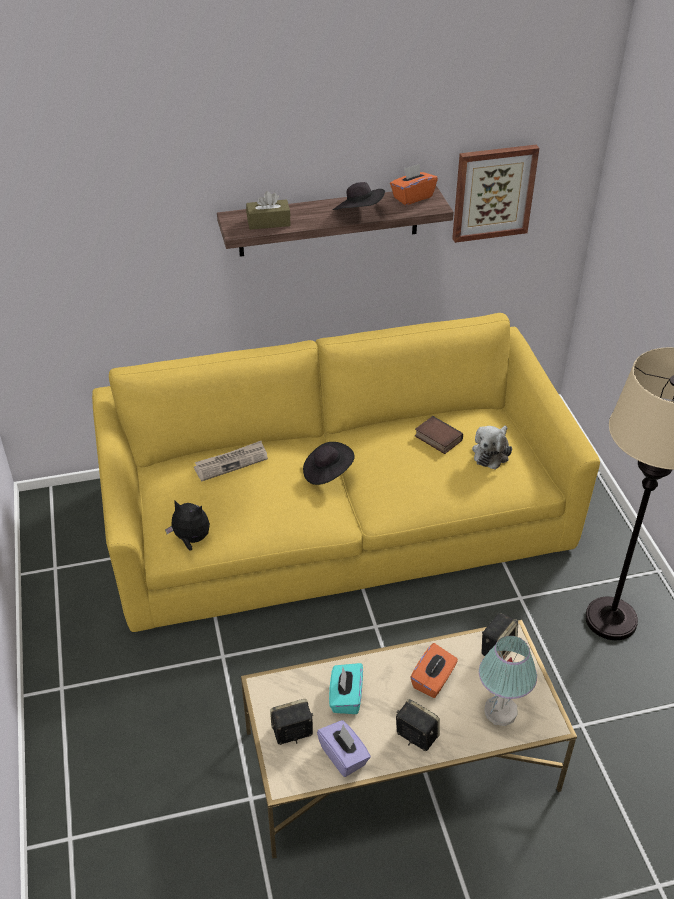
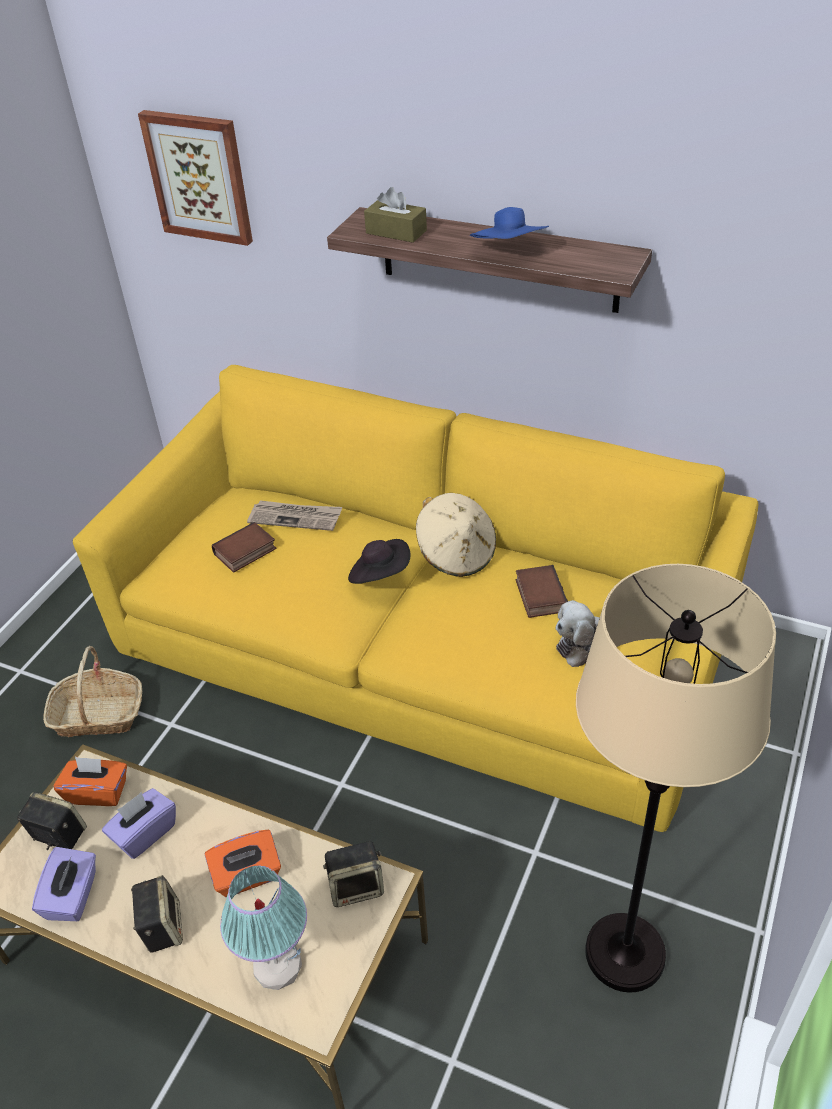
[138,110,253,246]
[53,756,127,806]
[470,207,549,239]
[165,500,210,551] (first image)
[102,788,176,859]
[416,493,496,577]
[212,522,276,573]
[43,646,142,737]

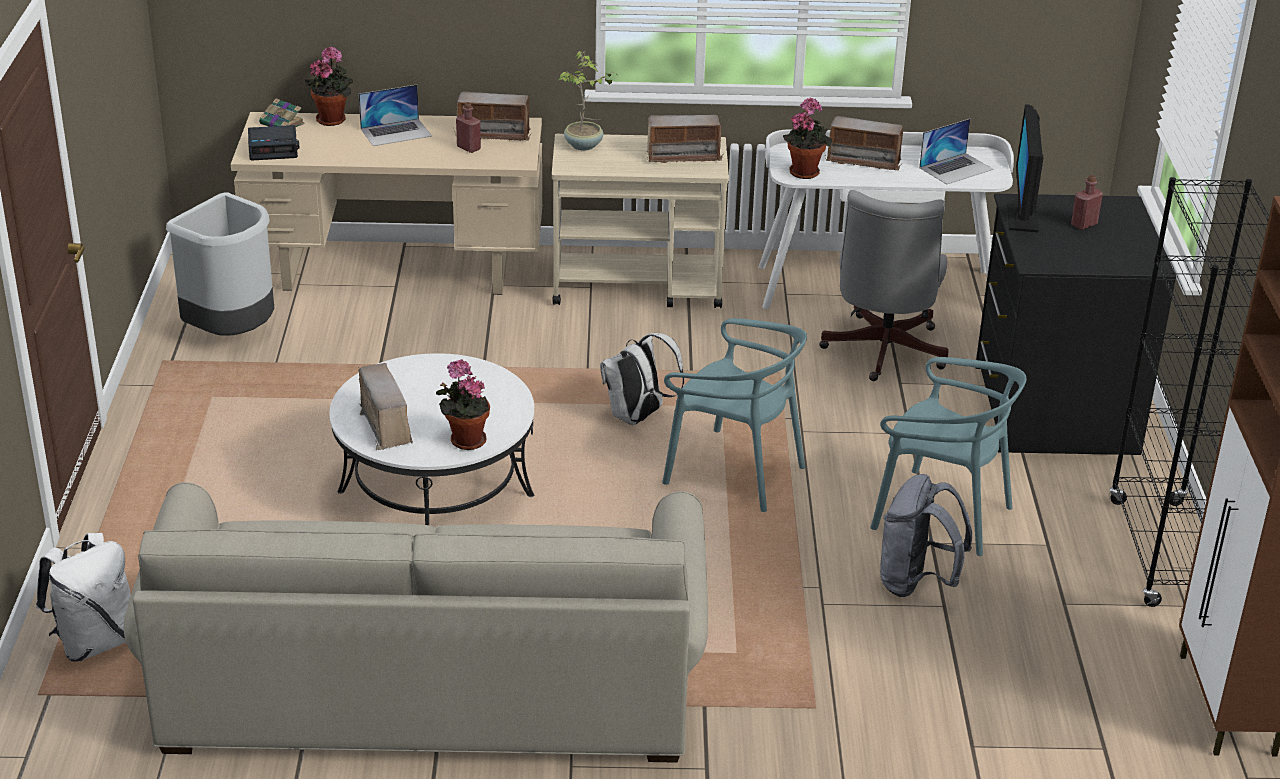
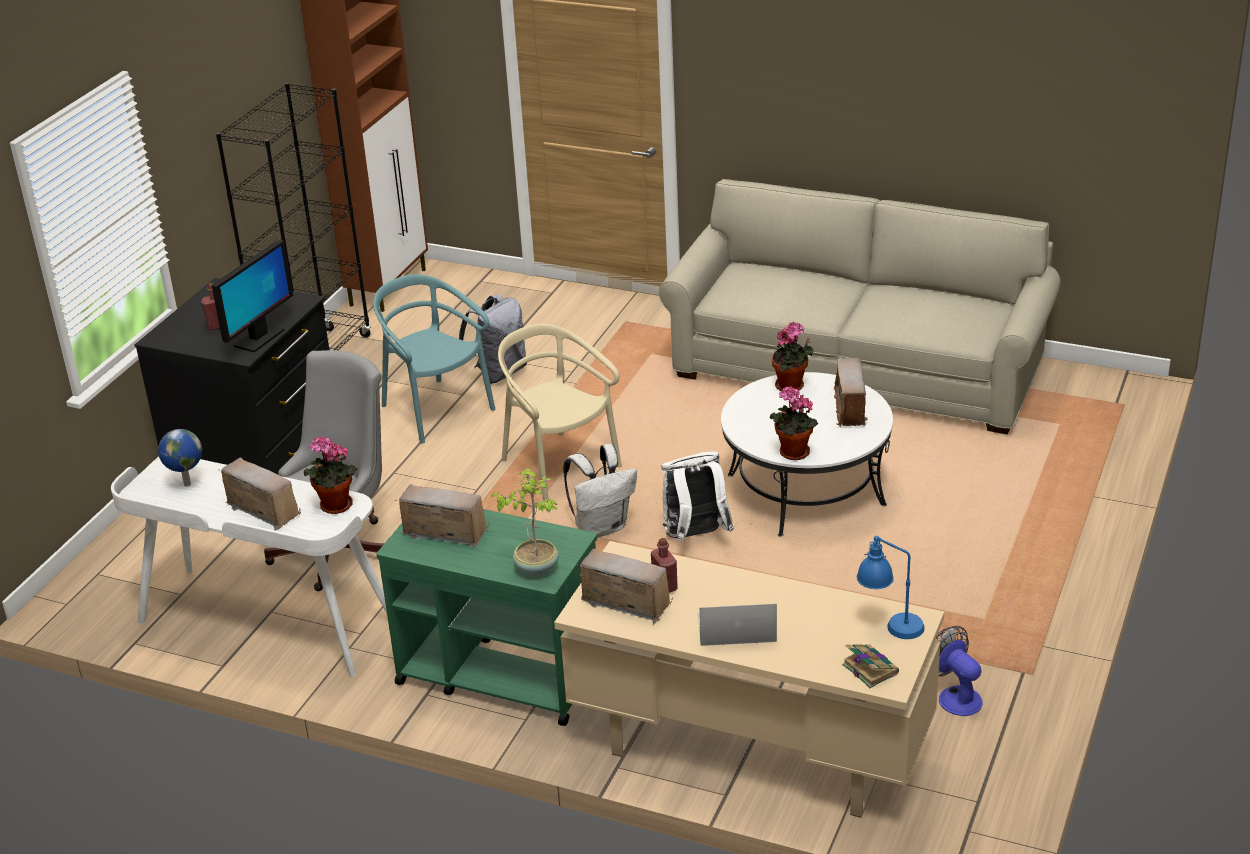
[770,386,819,460]
[158,429,202,487]
[857,536,925,639]
[376,509,597,726]
[936,626,983,716]
[498,324,622,501]
[661,451,734,542]

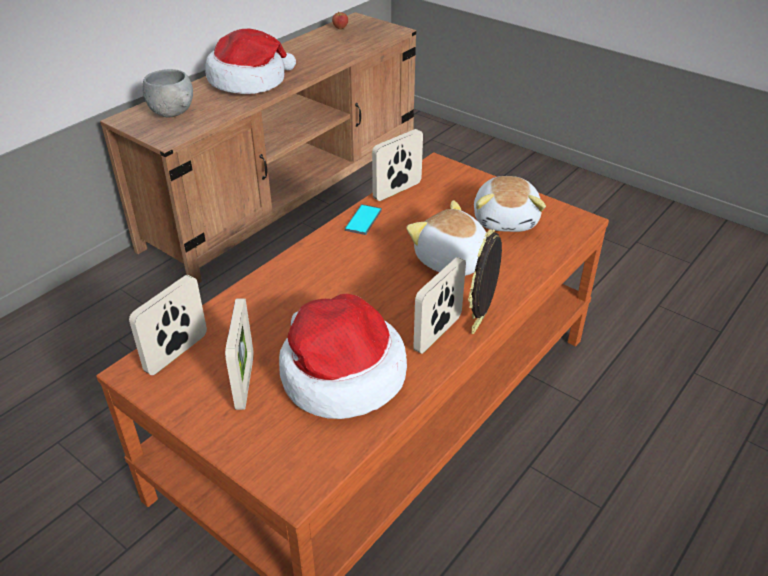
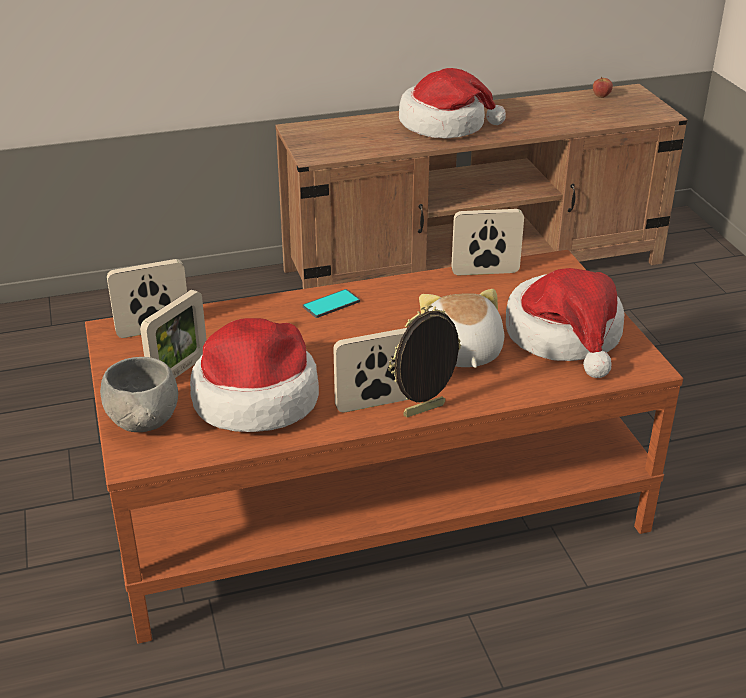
[100,357,178,432]
[506,268,625,378]
[303,289,360,318]

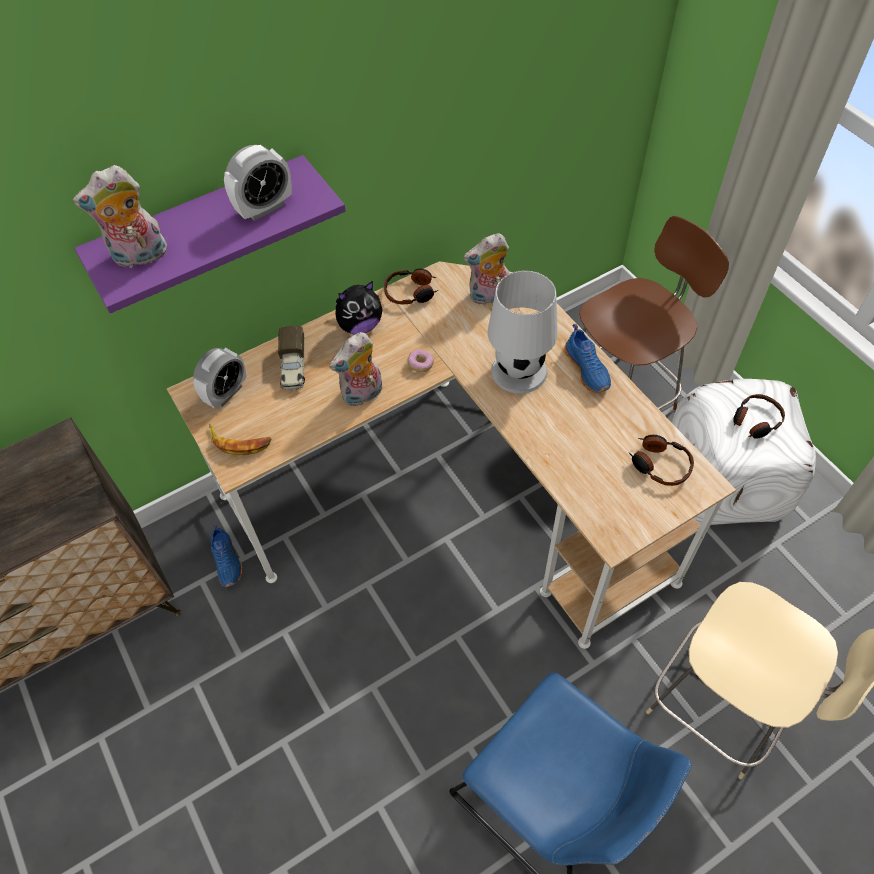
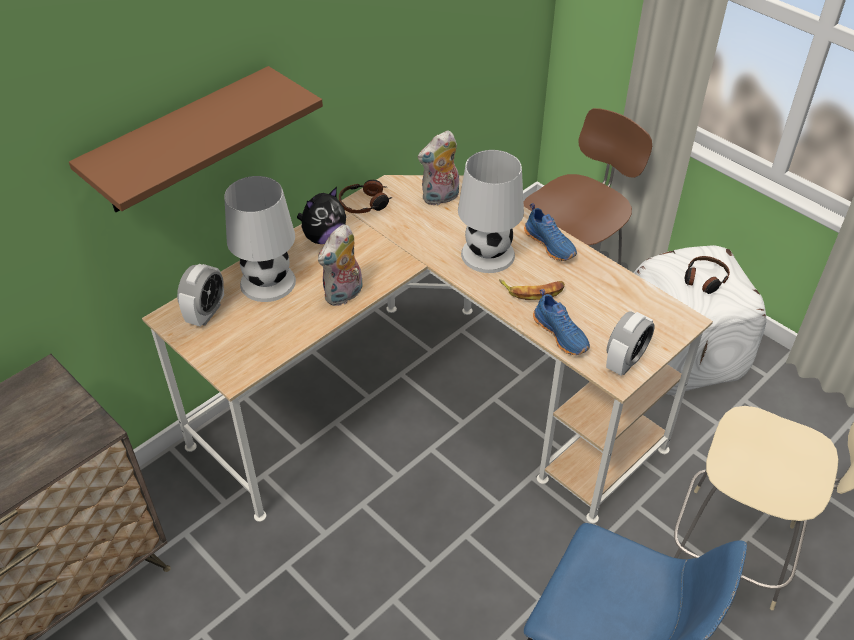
[606,312,655,376]
[69,66,323,212]
[73,165,167,269] (first image)
[224,176,296,302]
[407,350,434,372] (first image)
[499,279,565,300]
[629,435,694,486] (first image)
[533,289,590,355]

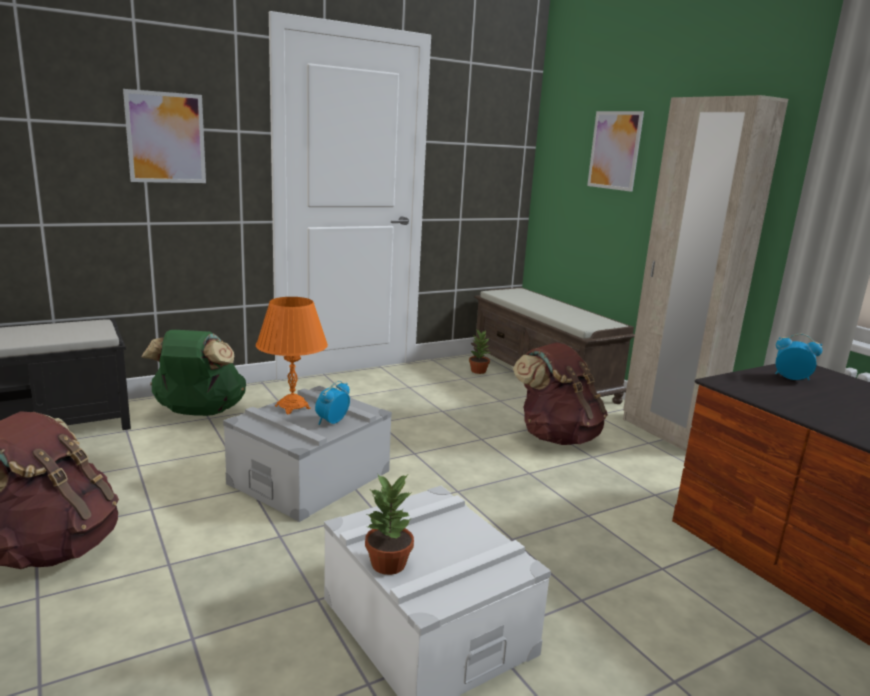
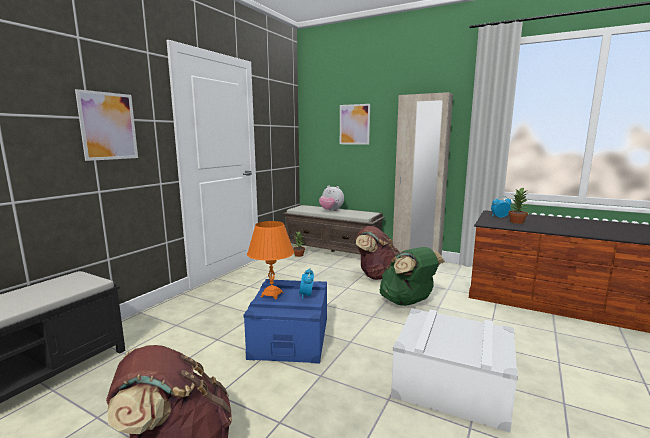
[380,247,445,306]
[244,279,327,364]
[508,188,529,224]
[319,185,344,211]

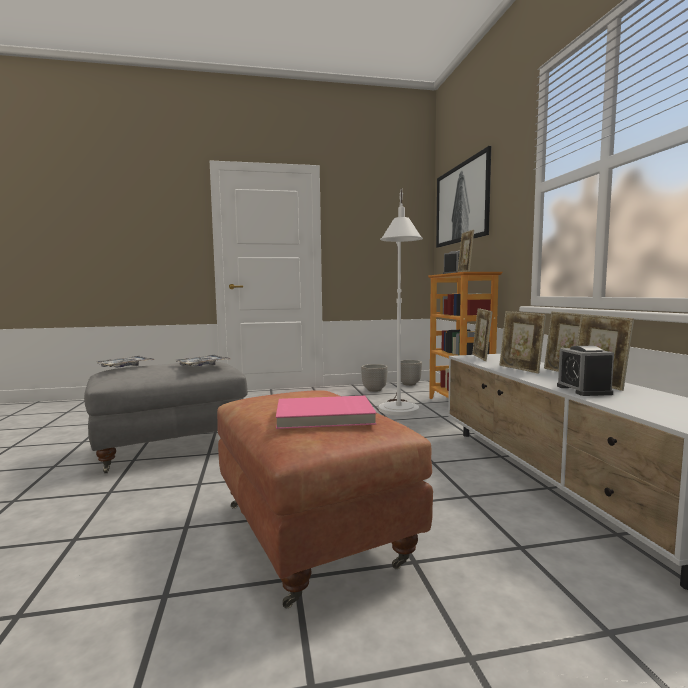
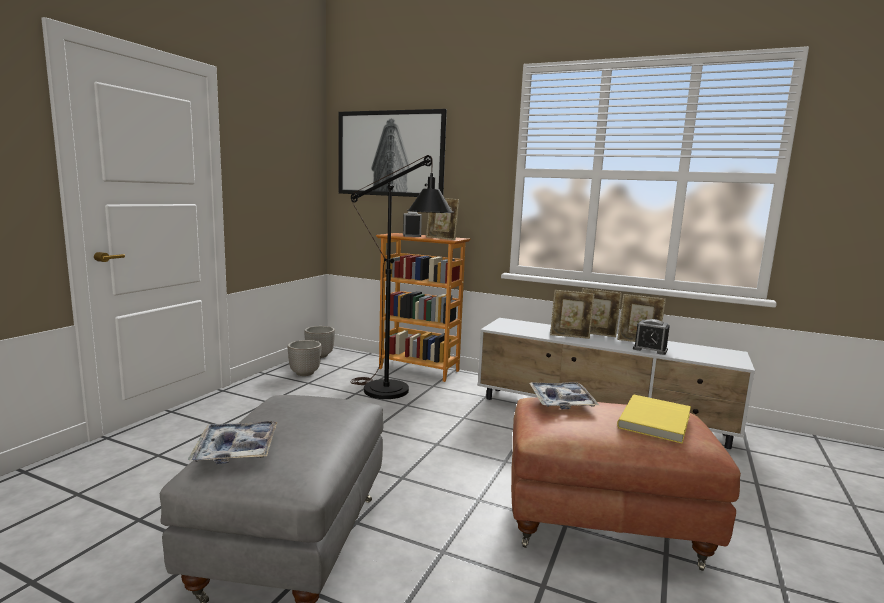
[351,155,454,399]
[472,308,493,361] (first image)
[529,382,599,410]
[617,395,691,444]

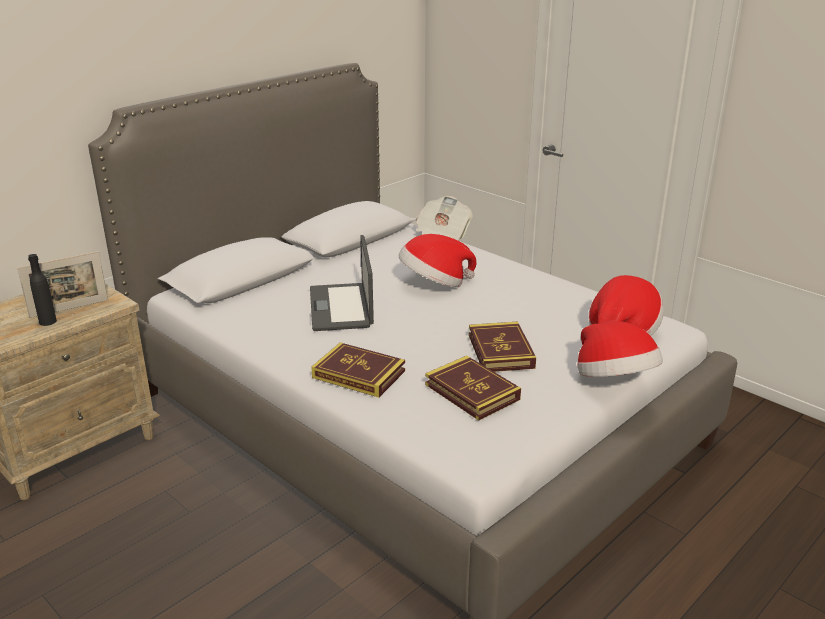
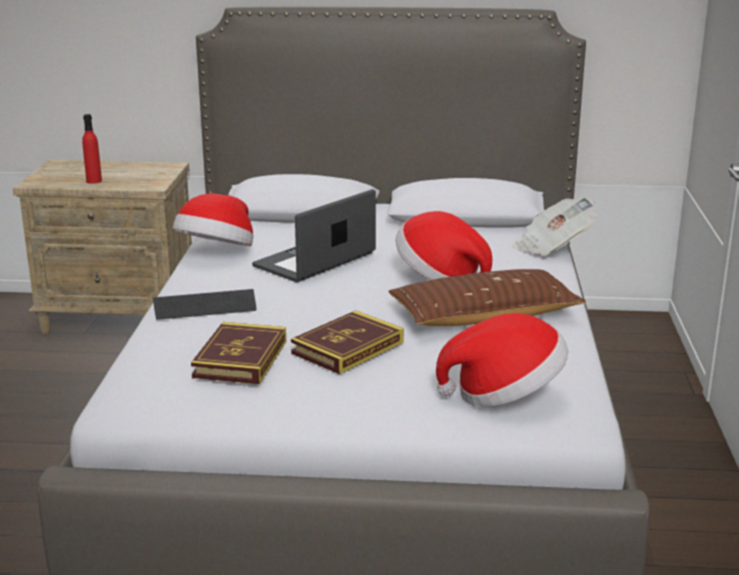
[17,251,108,318] (first image)
[82,114,102,184]
[172,193,254,246]
[153,289,256,320]
[388,269,586,326]

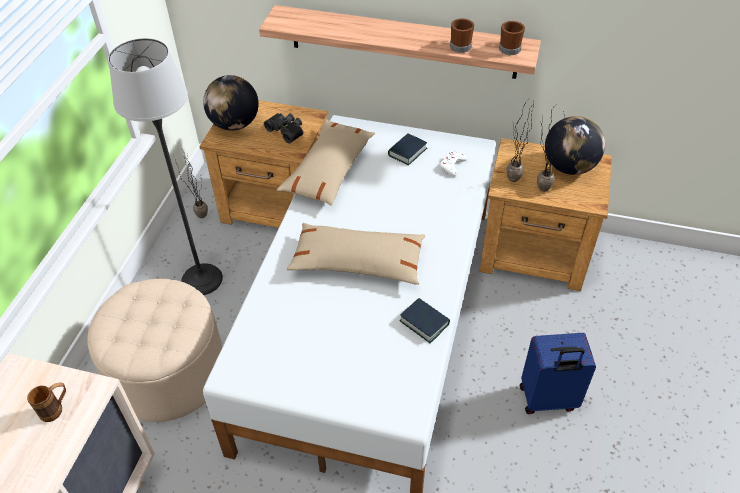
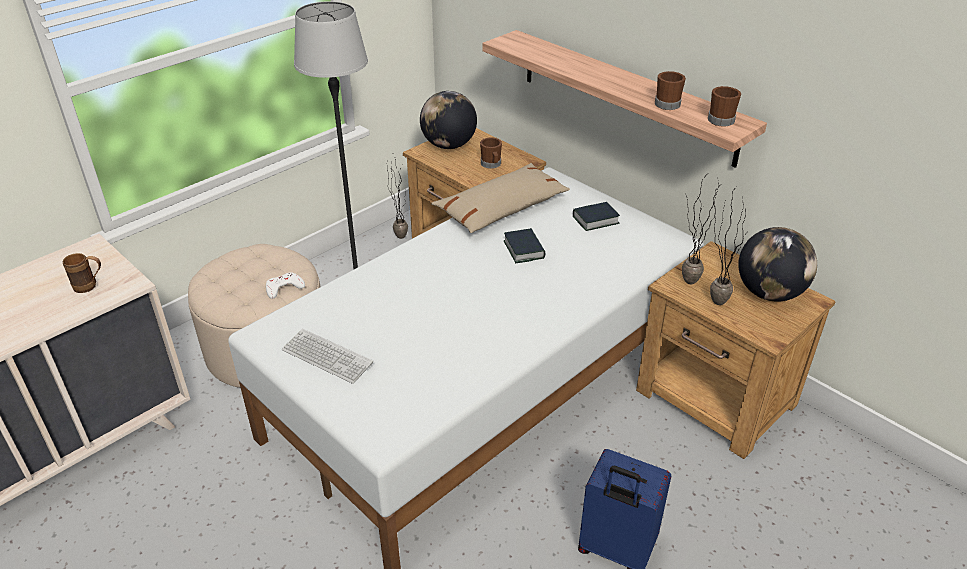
[480,137,502,169]
[266,272,305,299]
[287,223,425,285] (first image)
[504,228,545,263]
[282,329,373,384]

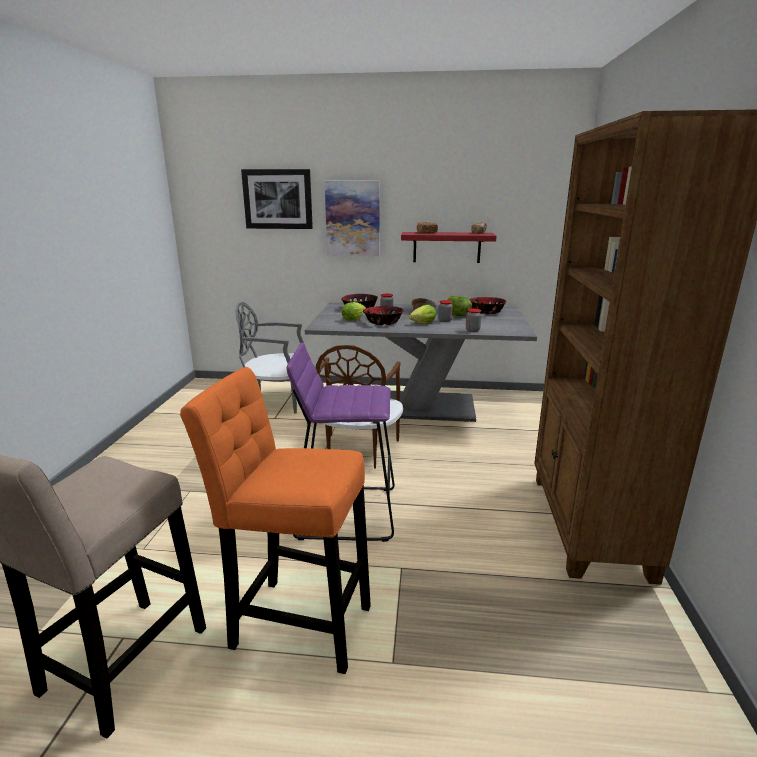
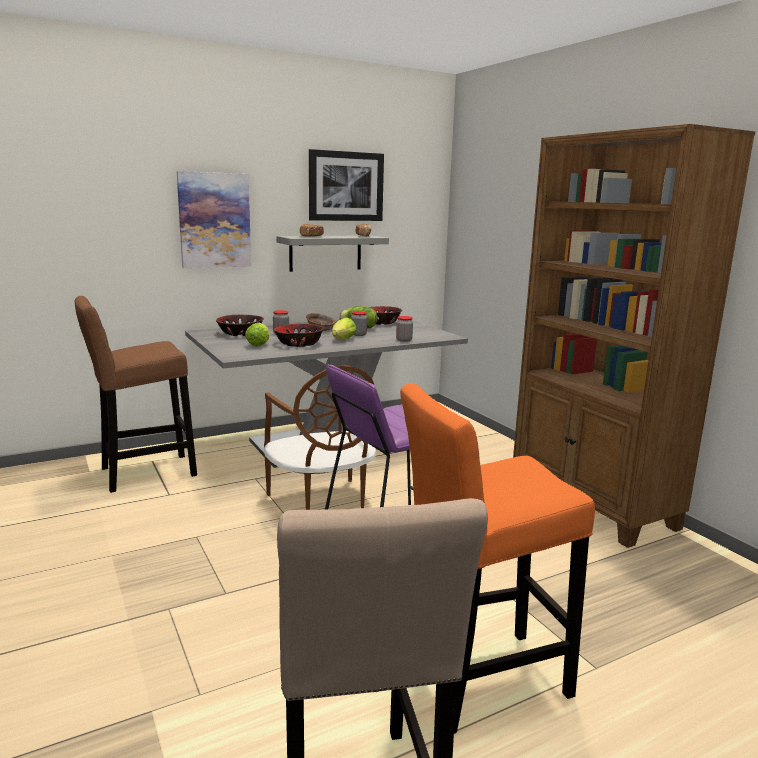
[309,149,384,221]
[276,235,389,272]
[75,296,197,493]

